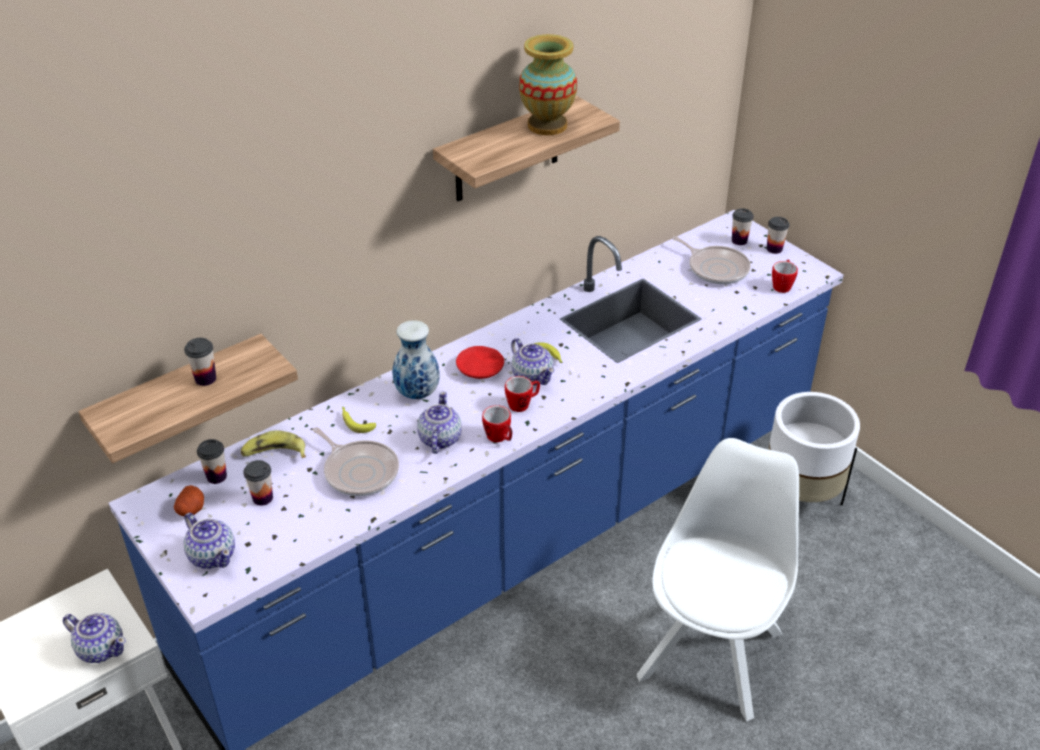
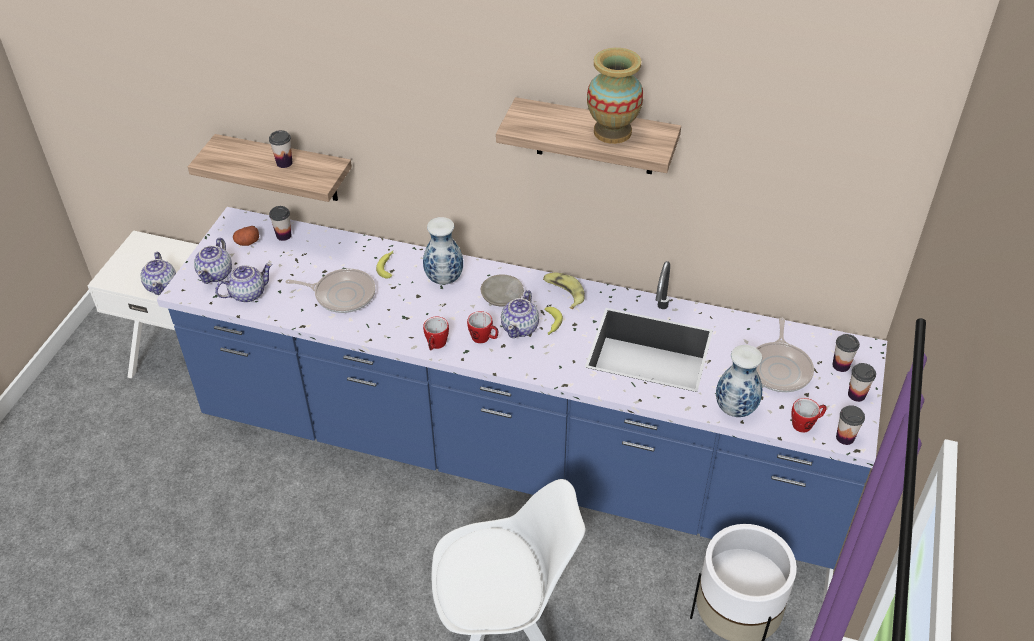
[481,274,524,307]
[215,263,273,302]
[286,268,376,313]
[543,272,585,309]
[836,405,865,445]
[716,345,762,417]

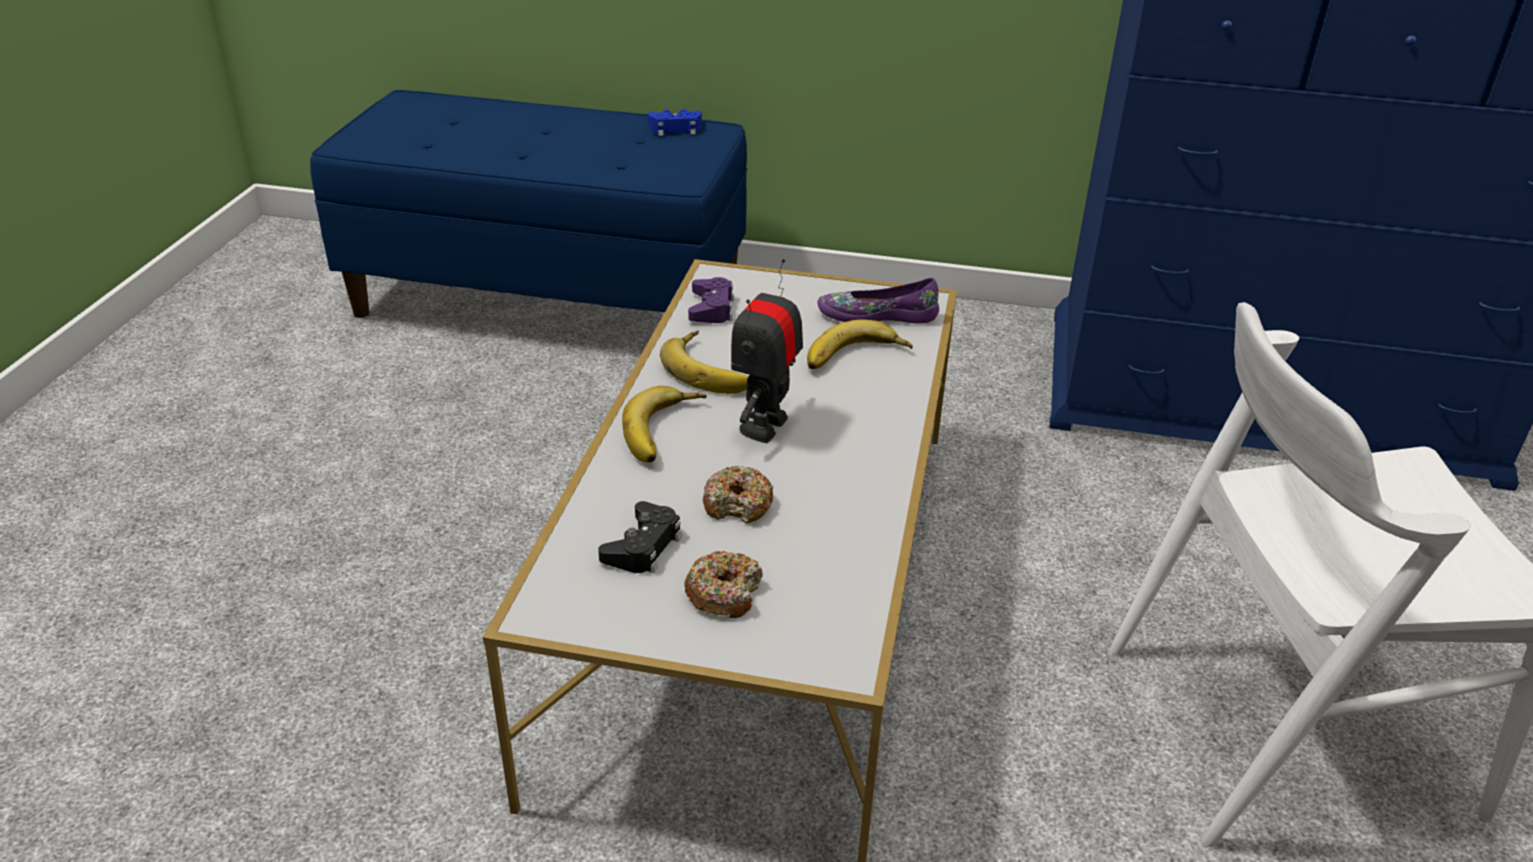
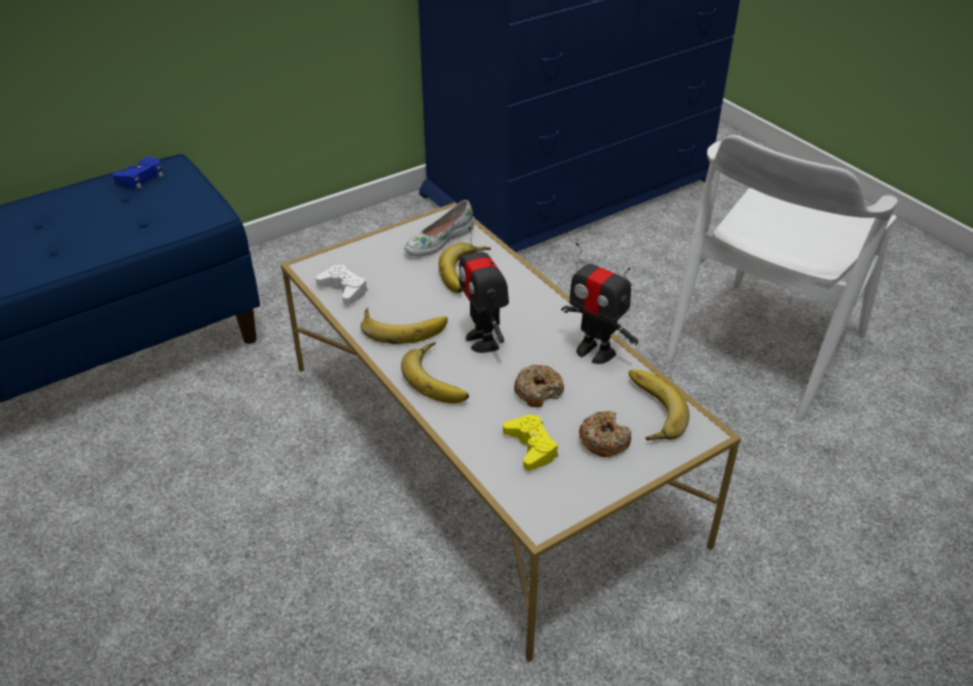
[316,265,368,304]
[404,200,474,257]
[503,415,558,470]
[561,243,638,364]
[629,369,689,440]

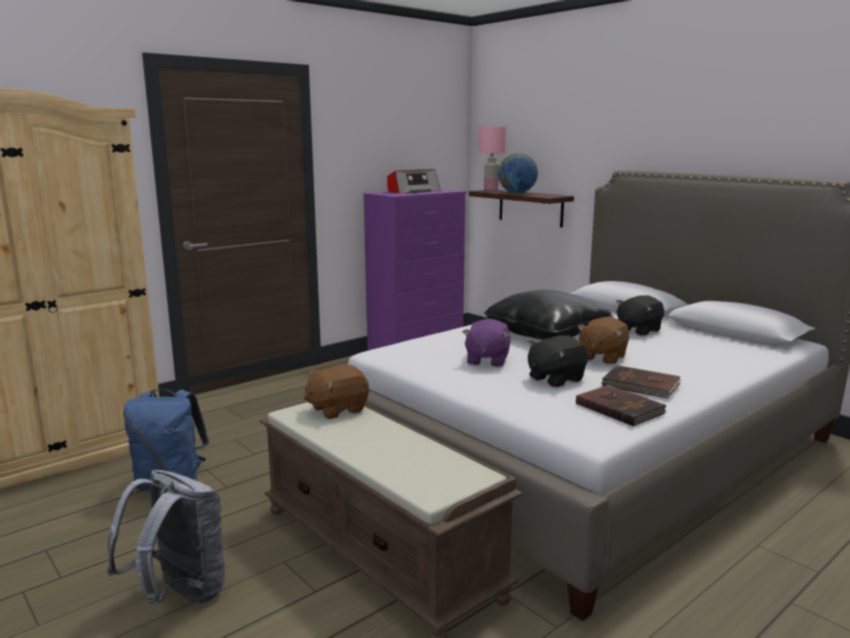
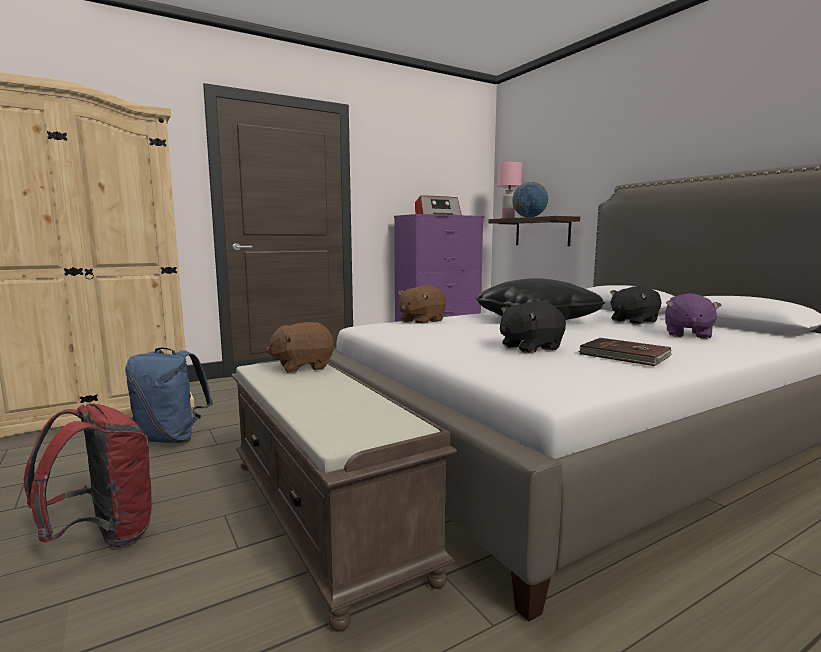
[398,286,446,324]
[665,293,722,339]
[576,385,667,426] (first image)
[24,403,154,548]

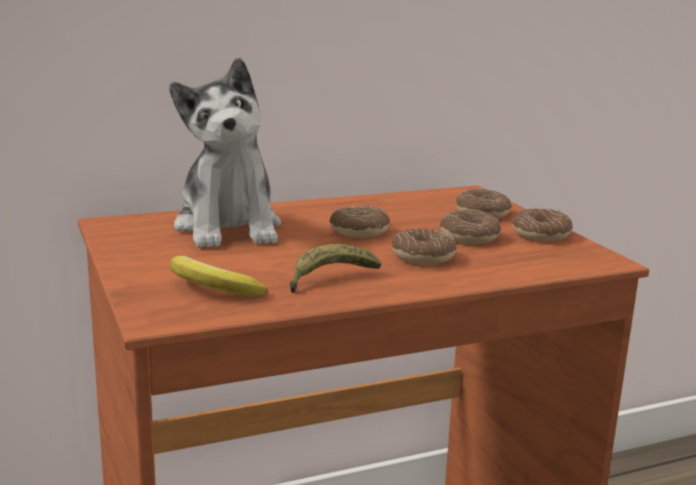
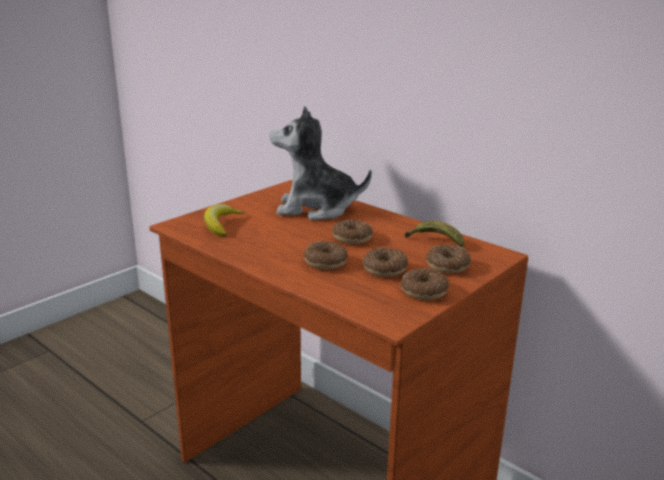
[270,106,372,220]
[405,221,465,247]

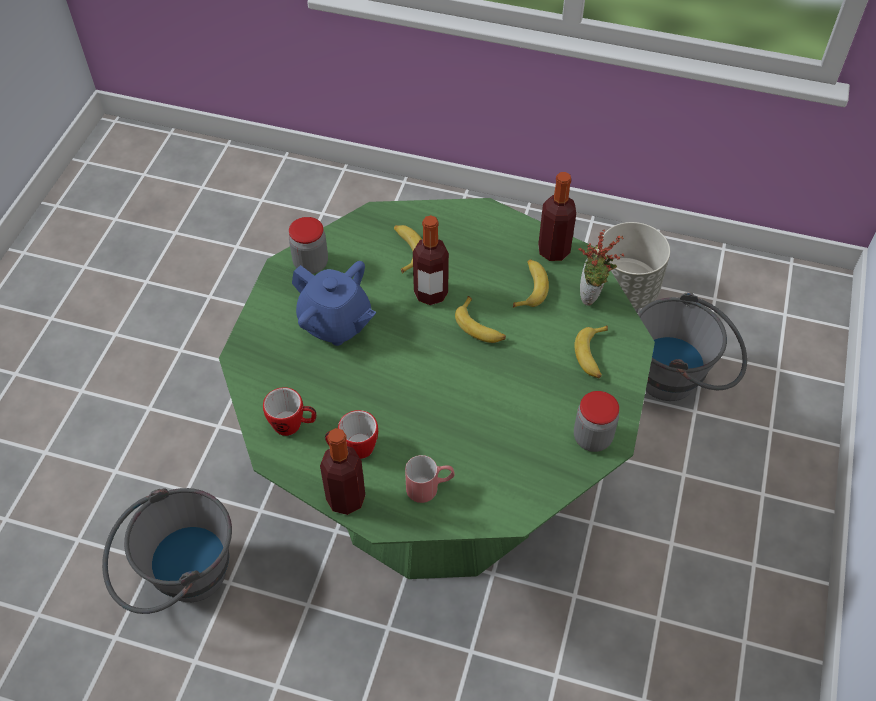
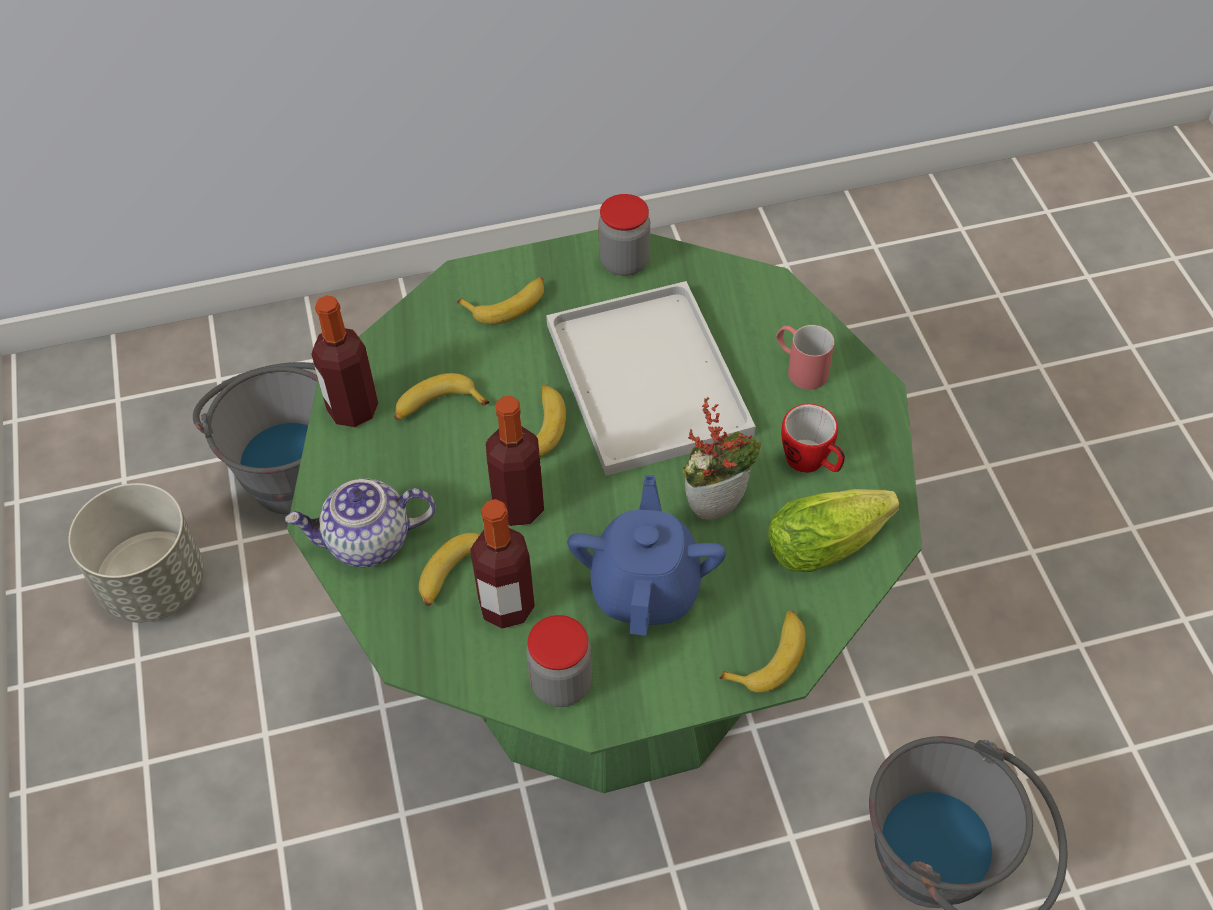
[682,396,761,521]
[768,489,899,572]
[470,499,535,629]
[546,281,756,476]
[285,478,436,567]
[719,610,806,693]

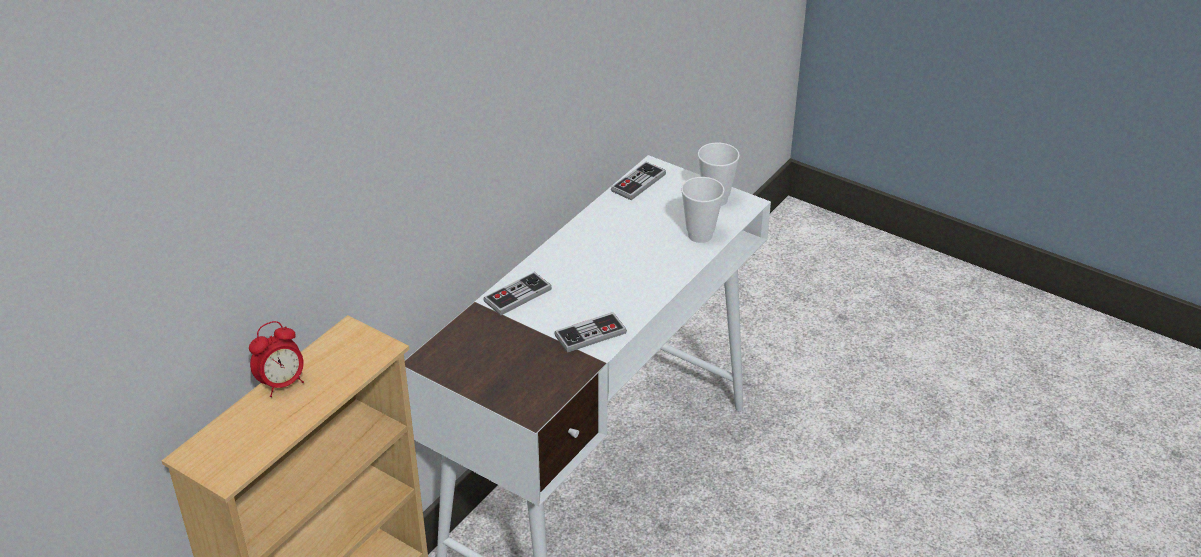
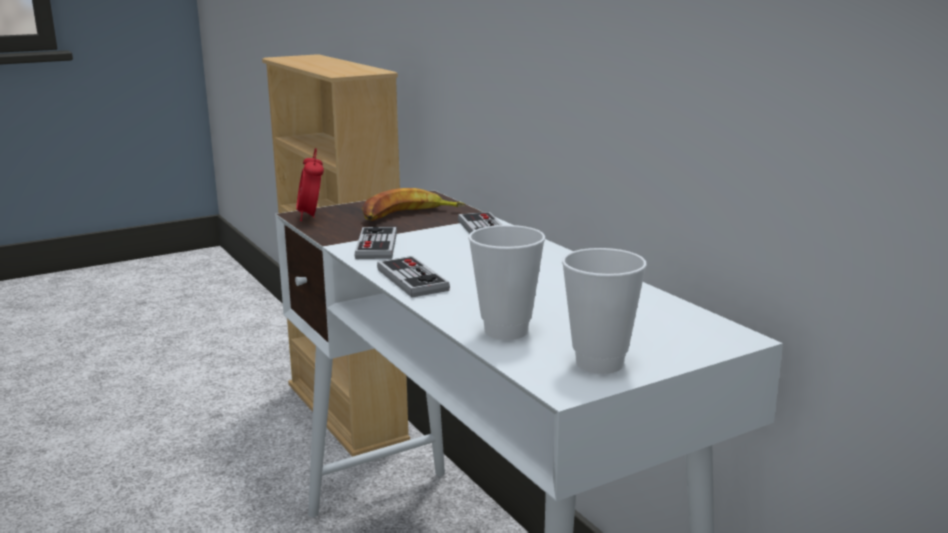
[377,256,450,297]
[296,148,324,221]
[362,188,466,221]

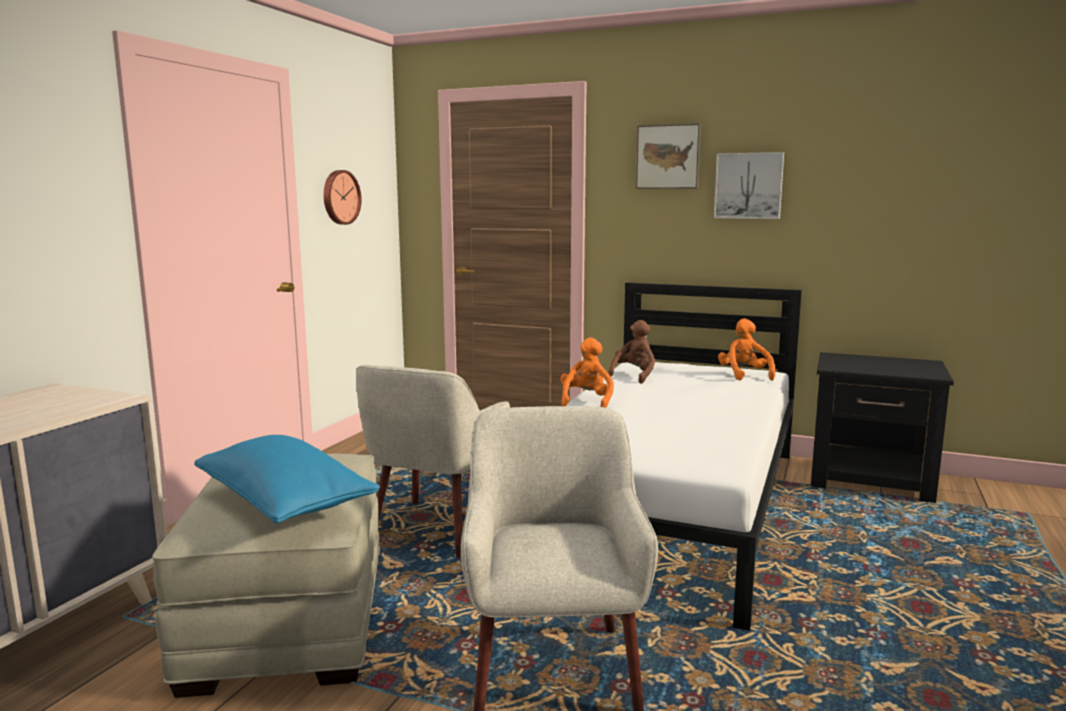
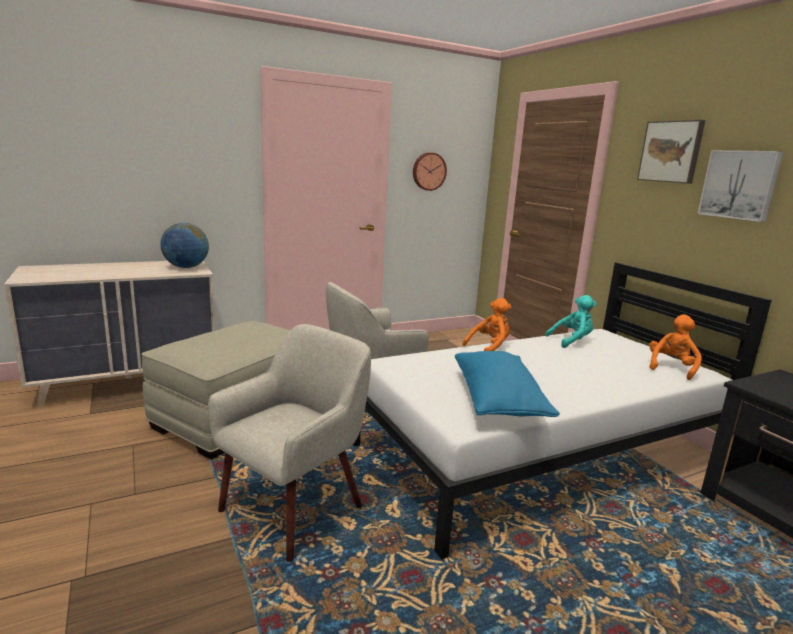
[545,295,597,348]
[455,351,560,417]
[160,223,209,268]

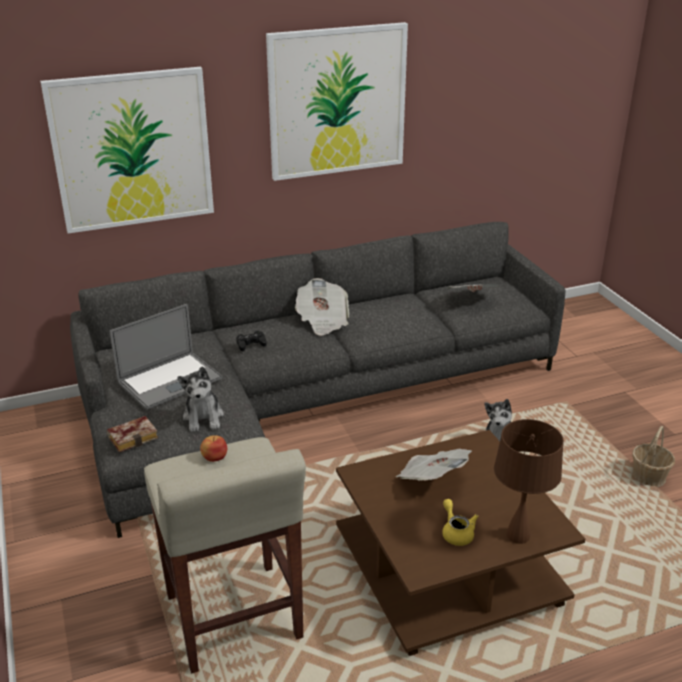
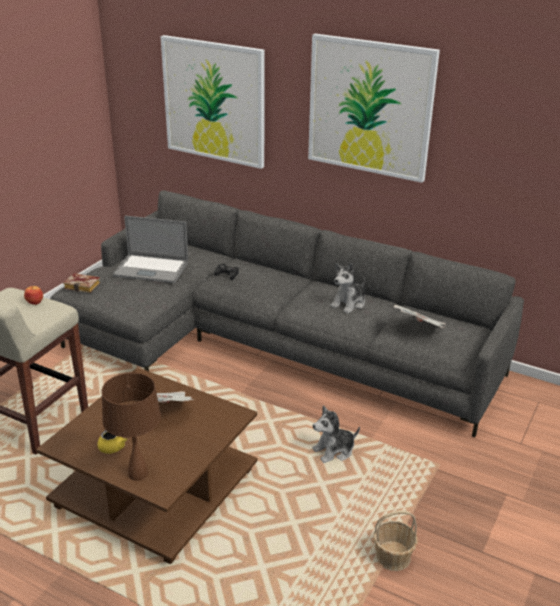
[295,278,349,336] (first image)
[330,263,365,314]

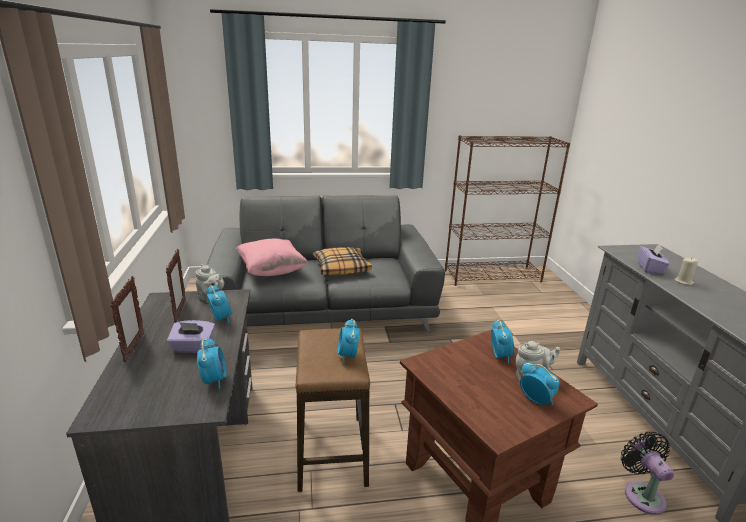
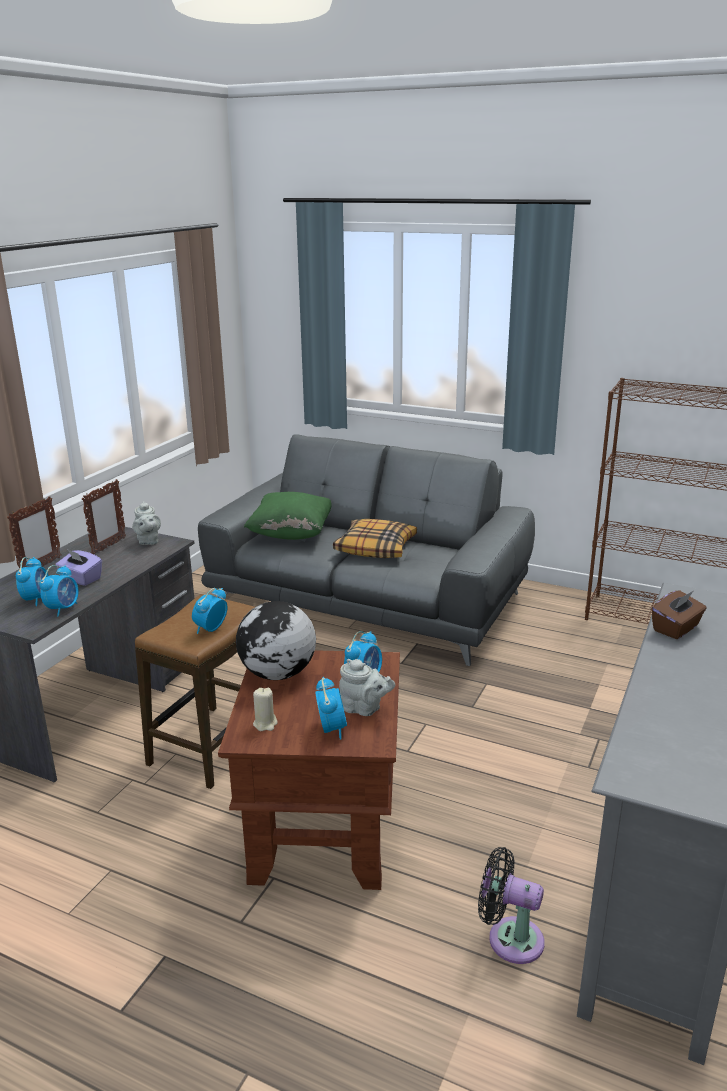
[244,492,332,540]
[652,590,707,639]
[253,688,277,731]
[16,557,49,606]
[478,847,545,964]
[236,601,316,680]

